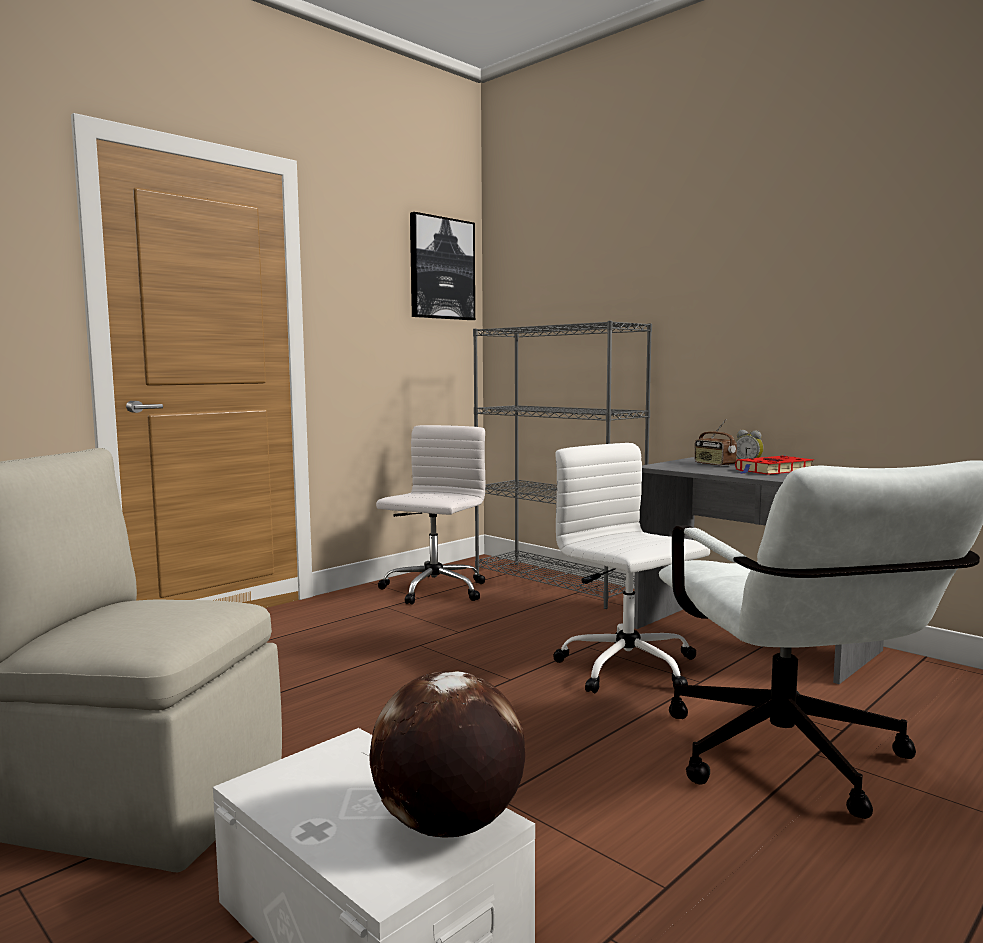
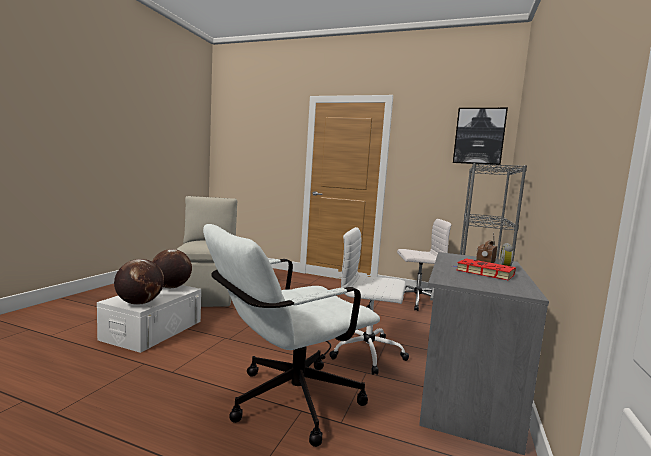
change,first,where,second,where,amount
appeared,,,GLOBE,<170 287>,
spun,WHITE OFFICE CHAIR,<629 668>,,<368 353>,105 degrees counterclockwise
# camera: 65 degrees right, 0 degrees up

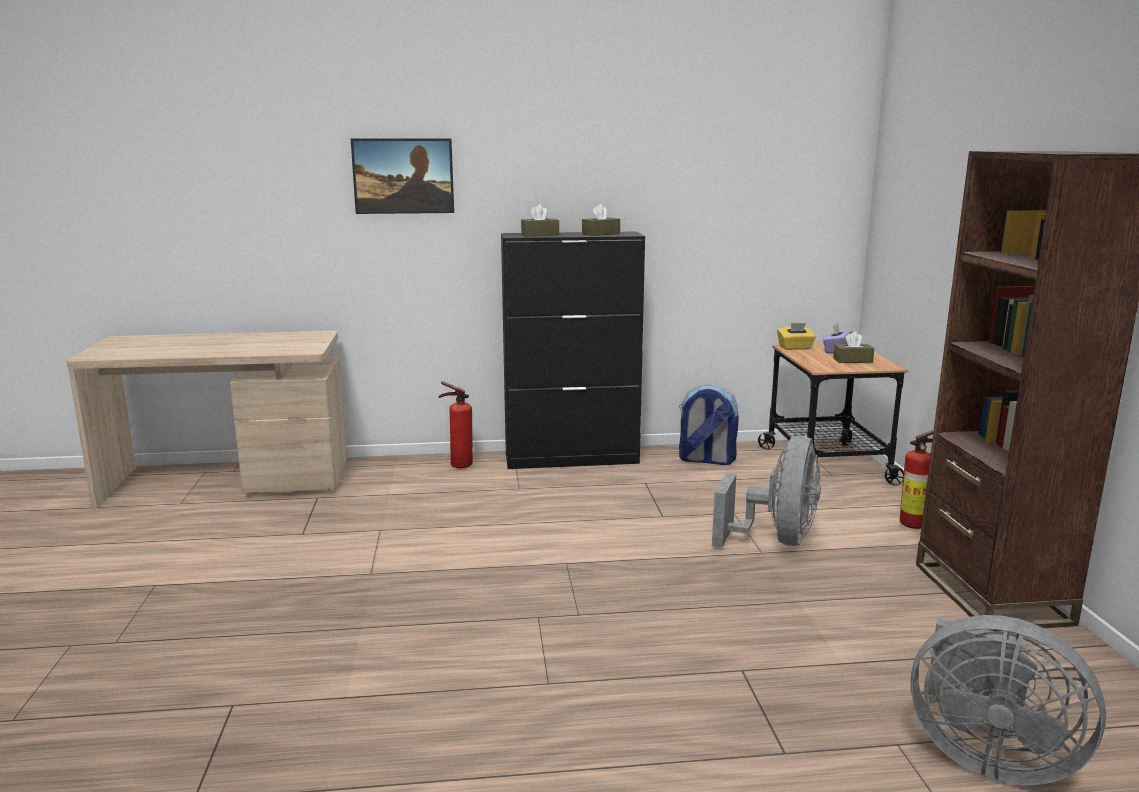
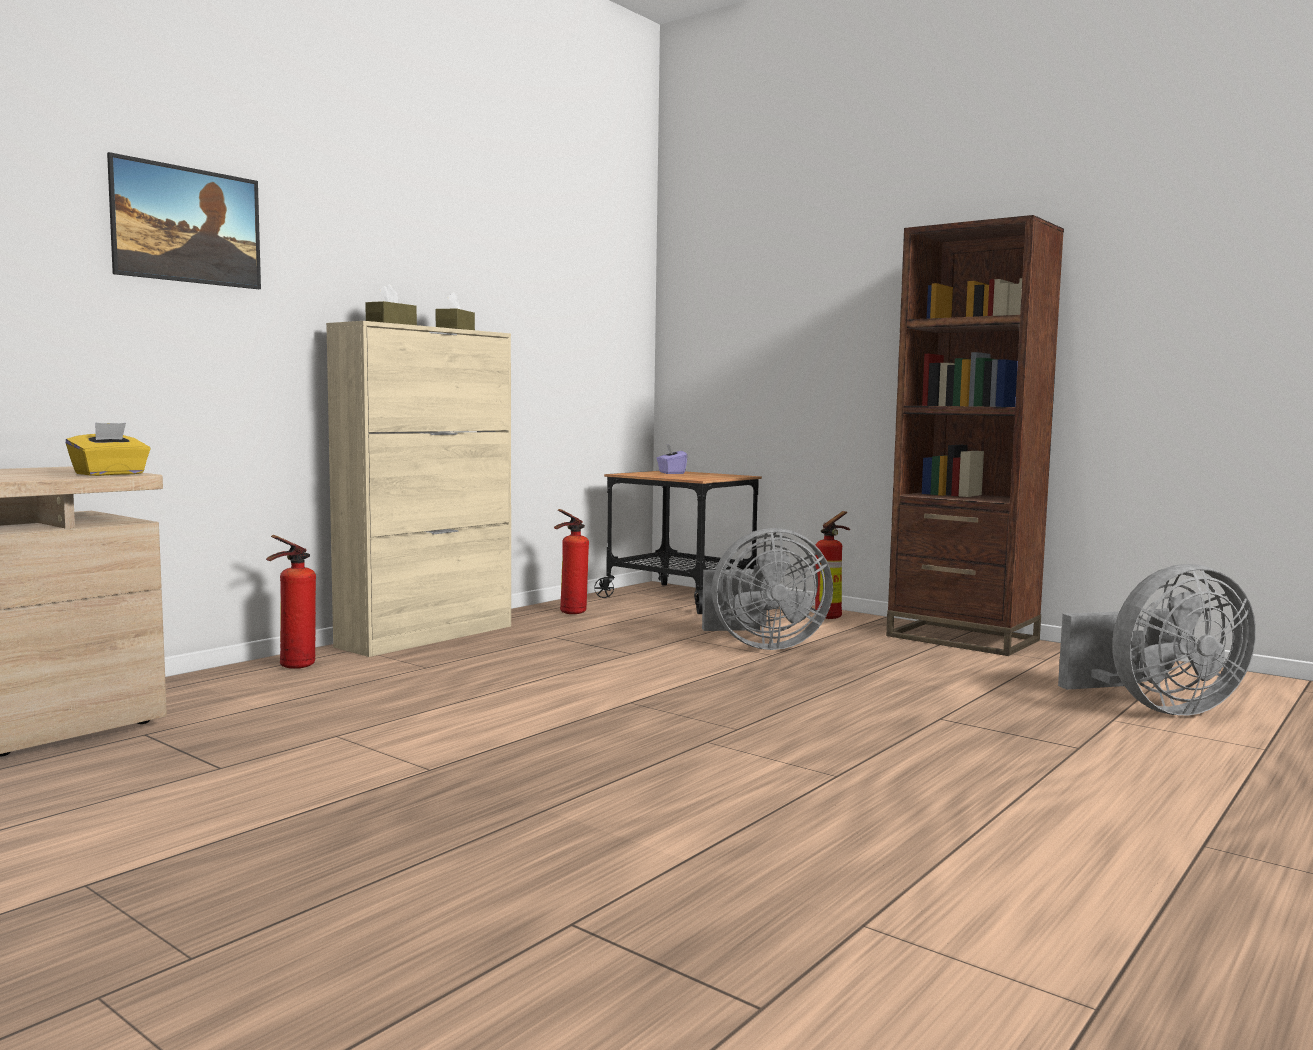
change,first,where,second,where,amount
missing,BROWN TISSUE BOX,<852 360>,,,
relocated,YELLOW TISSUE BOX,<795 348>,,<110 474>,
exchanged,BACKPACK,<705 460>,FIRE EXTINGUISHER,<569 613>,
colour,BLACK CABINET,<572 459>,BEIGE CABINET,<428 636>,
spun,GREY FAN,<776 540>,,<762 645>,105 degrees clockwise
# camera: 45 degrees left, 10 degrees down

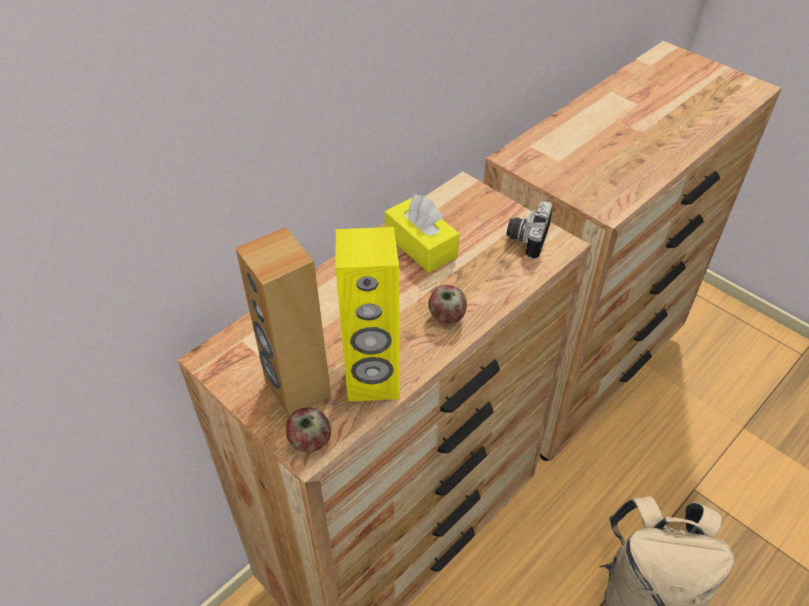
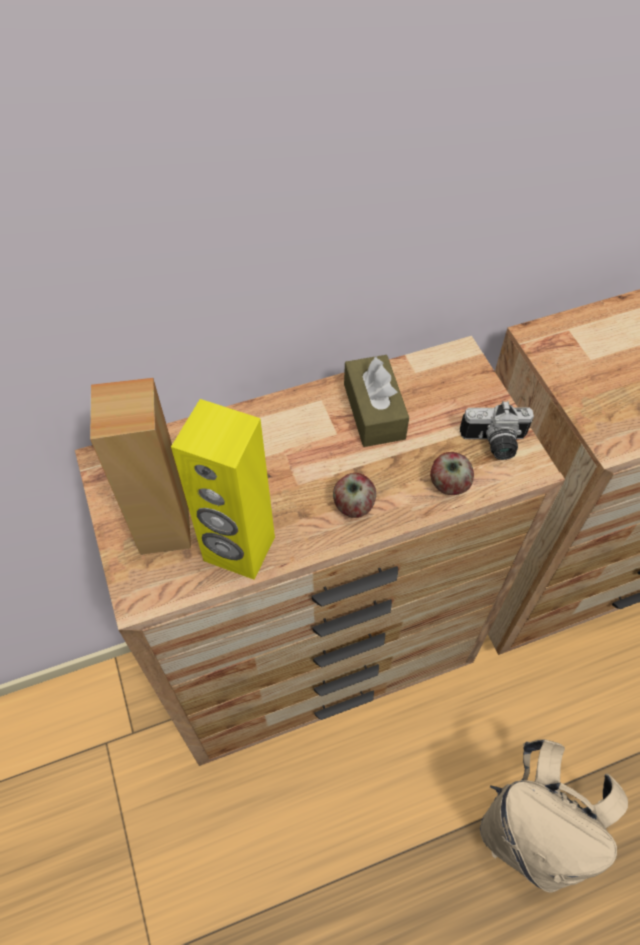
change,first,where,second,where,amount
relocated,APPLE,<310 441>,,<448 484>,
colour,YELLOW TISSUE BOX,<421 245>,BROWN TISSUE BOX,<374 411>,
spun,PHOTO CAMERA,<526 238>,,<494 444>,135 degrees counterclockwise
# camera: 25 degrees right, 10 degrees up

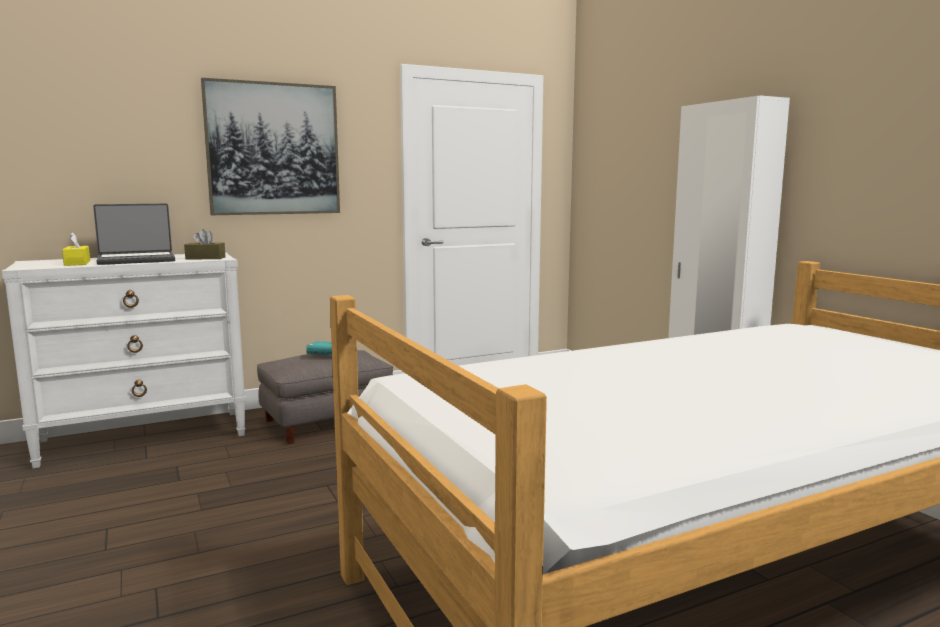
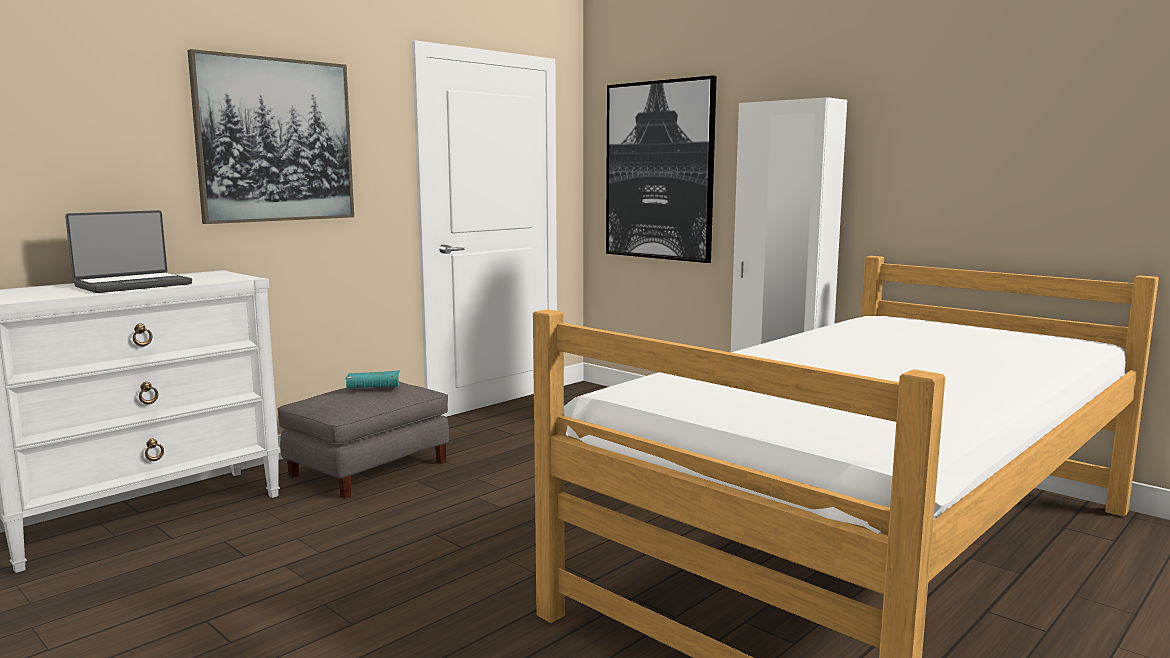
change,first,where,second,where,amount
missing,YELLOW TISSUE BOX,<77 263>,,,
missing,BROWN TISSUE BOX,<205 258>,,,
appeared,,,PICTURE,<659 171>,
# camera: 20 degrees left, 0 degrees up

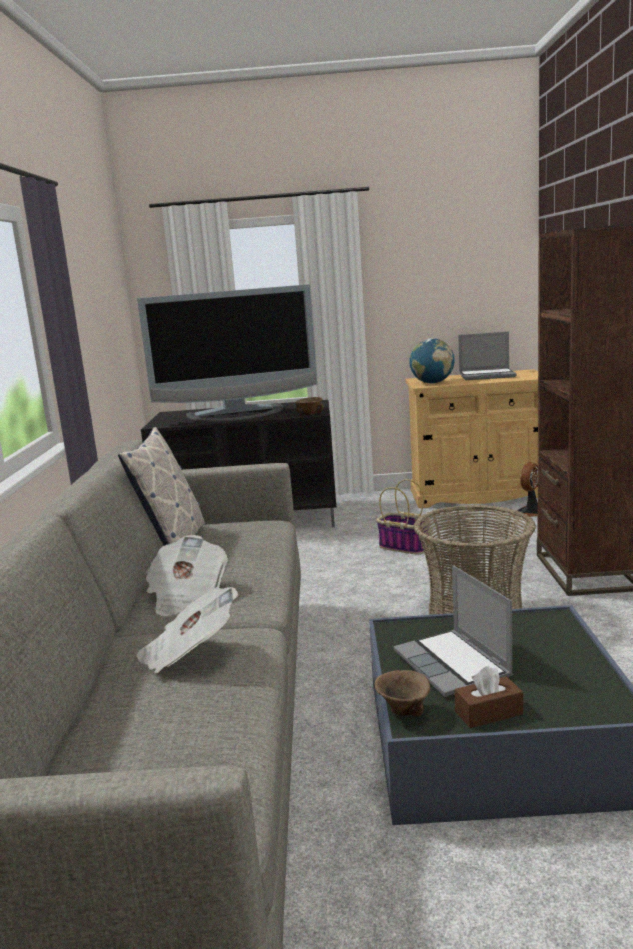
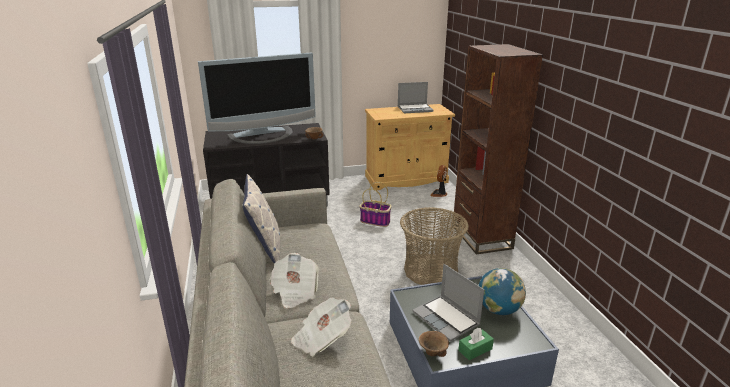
change,first,where,second,where,amount
relocated,GLOBE,<432 383>,,<498 310>,
colour,BROWN TISSUE BOX,<488 713>,GREEN TISSUE BOX,<475 349>,
# camera: 15 degrees left, 10 degrees up

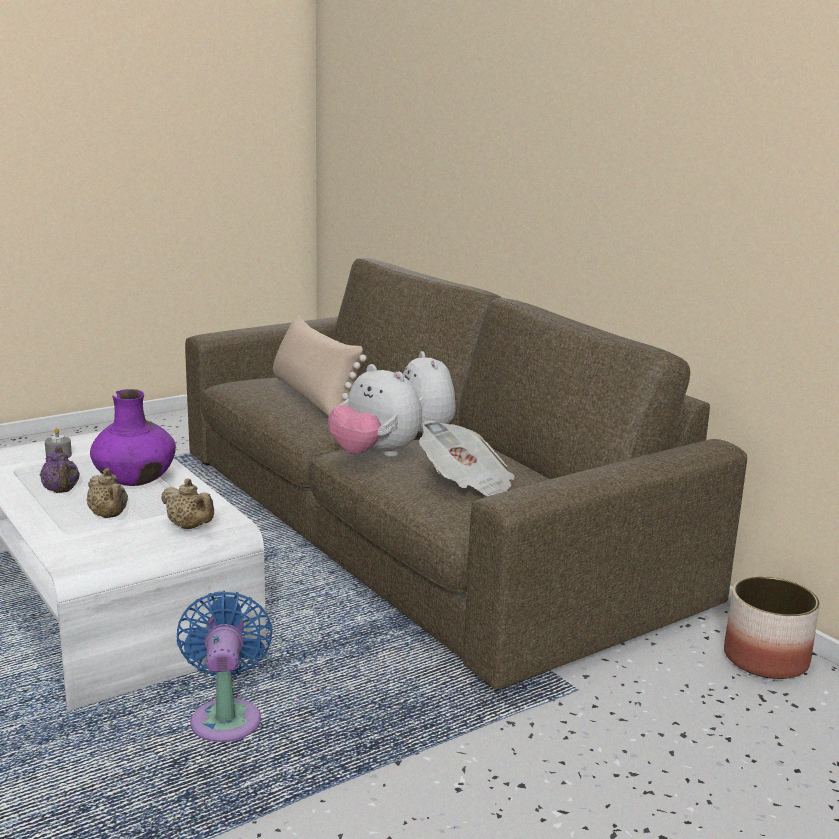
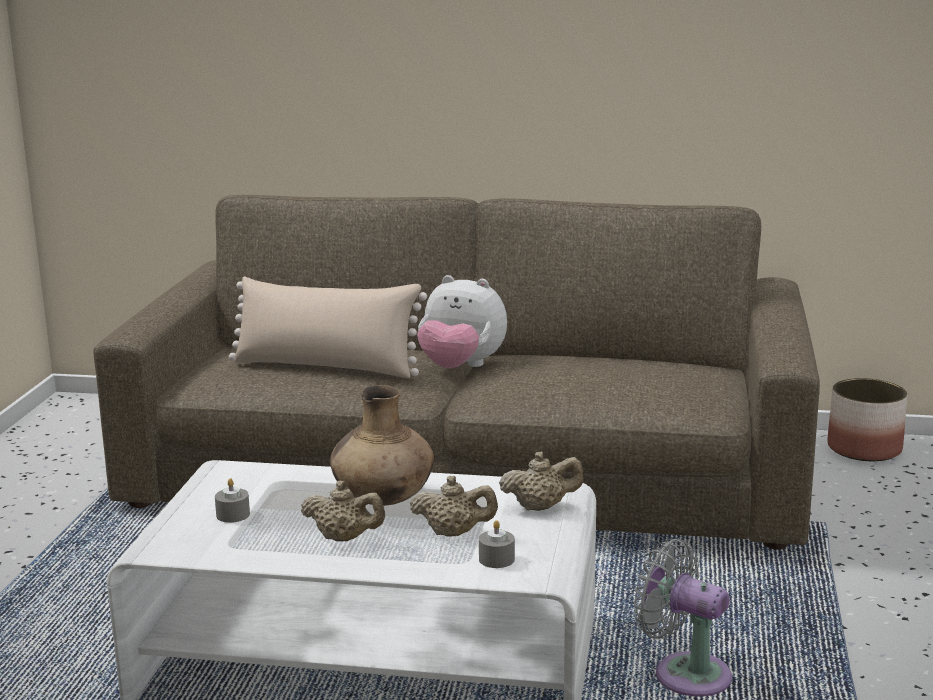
change,first,where,second,where,amount
missing,PLUSH TOY,<374 455>,,,
missing,NEWSPAPER,<467 486>,,,
appeared,,,GREY CANDLE,<496 559>,
colour,PURPLE TEAPOT,<61 491>,BEIGE TEAPOT,<344 538>,
colour,PURPLE VASE,<135 482>,BROWN VASE,<383 500>,
colour,BLUE FAN,<226 717>,GREY FAN,<685 673>,
# camera: 45 degrees left, 0 degrees up

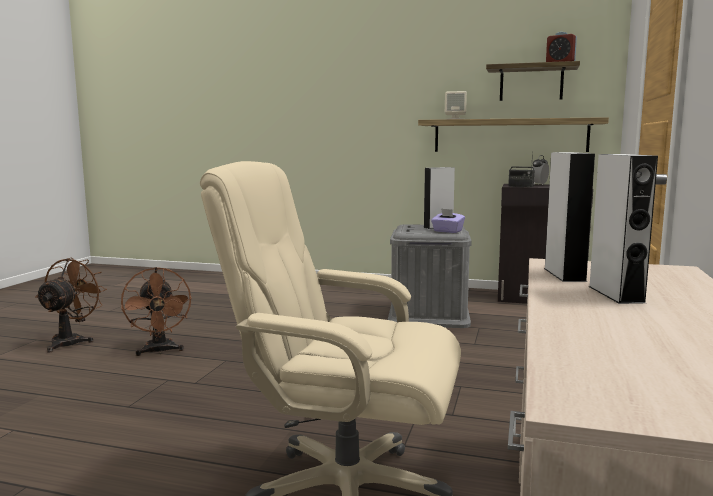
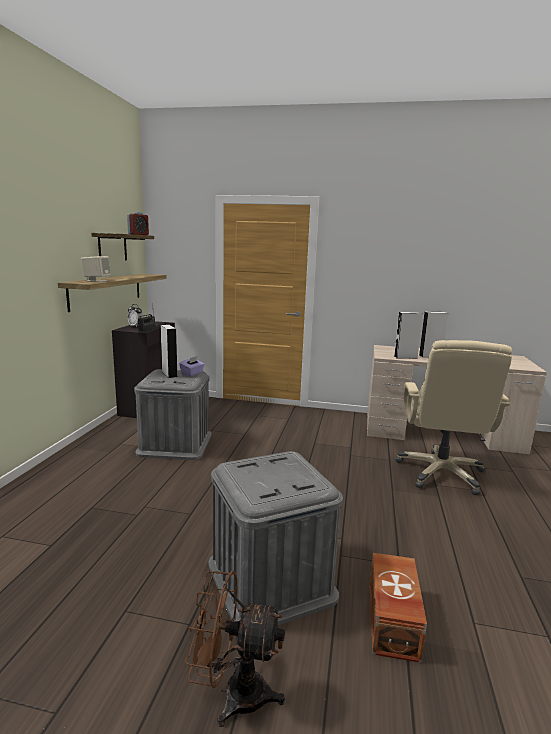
change,first,where,second,where,amount
appeared,,,BROWN STORAGE BOX,<391 621>,
exchanged,BROWN FAN,<160 351>,GREY STORAGE BOX,<270 580>,
# camera: 95 degrees left, 5 degrees up

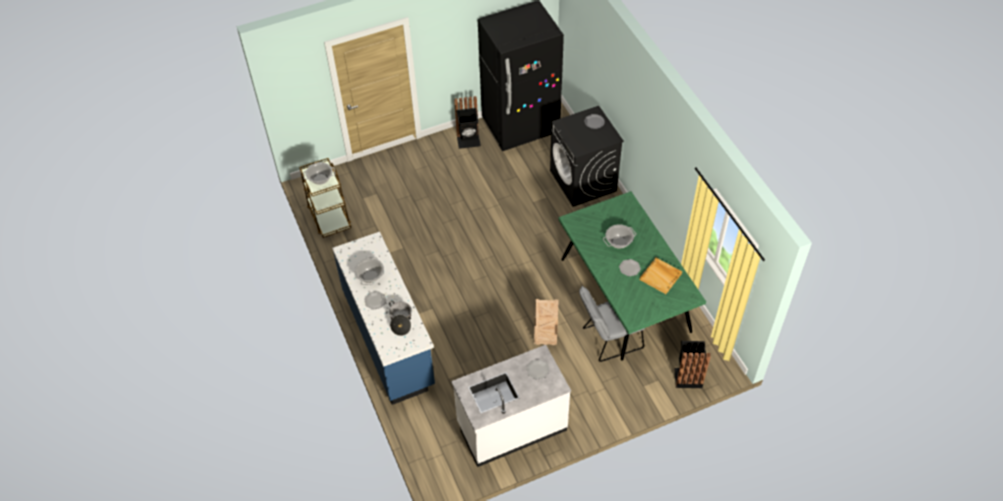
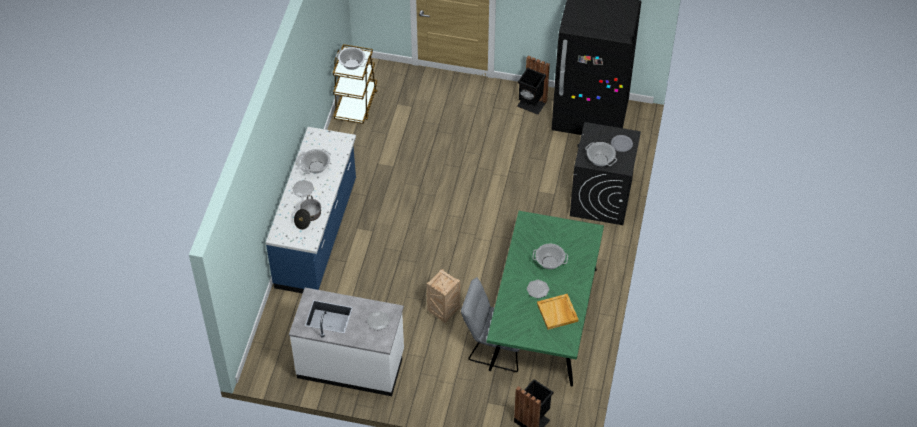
change,first,where,second,where,amount
appeared,,,COOKING POT,<600 160>,
# camera: 35 degrees right, 0 degrees up

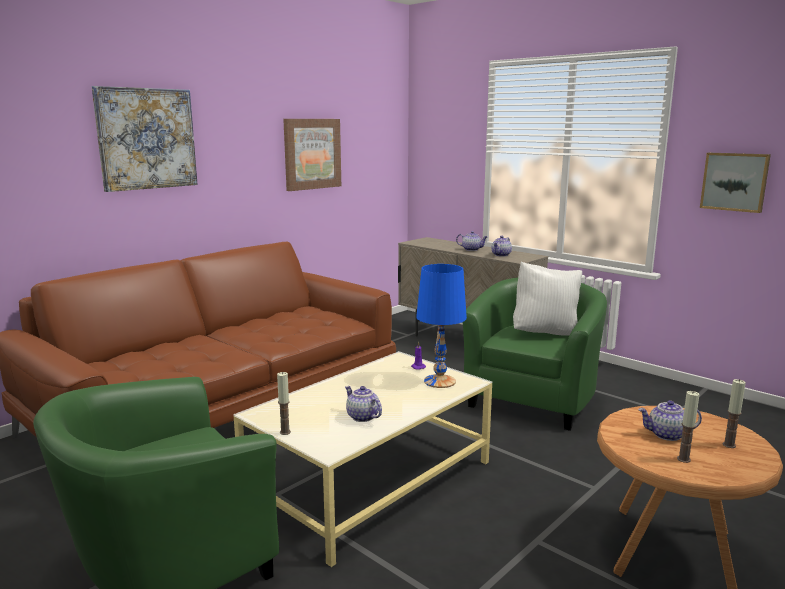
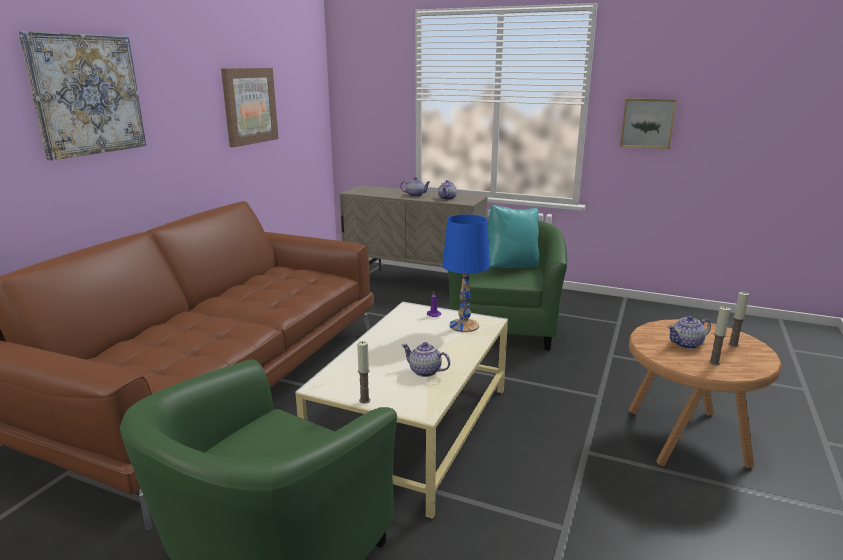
change,first,where,second,where,amount
colour,WHITE PILLOW,<545 333>,TURQUOISE PILLOW,<511 267>,
# camera: 20 degrees left, 5 degrees up

